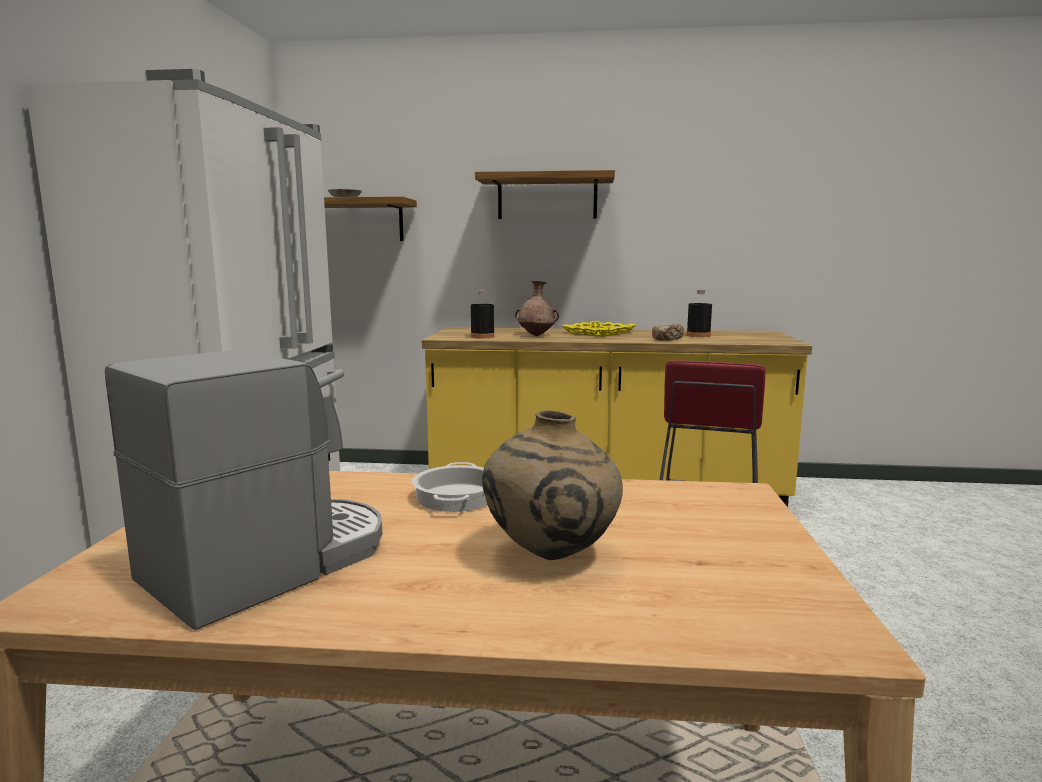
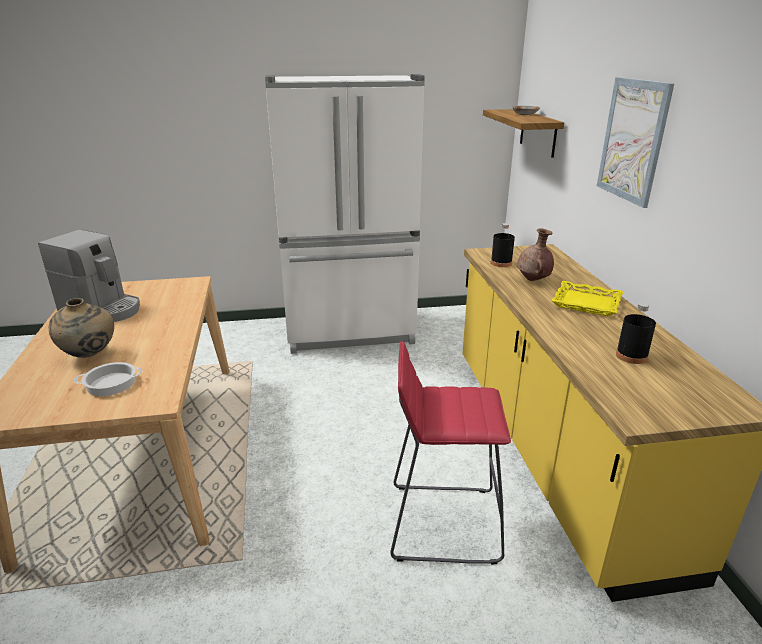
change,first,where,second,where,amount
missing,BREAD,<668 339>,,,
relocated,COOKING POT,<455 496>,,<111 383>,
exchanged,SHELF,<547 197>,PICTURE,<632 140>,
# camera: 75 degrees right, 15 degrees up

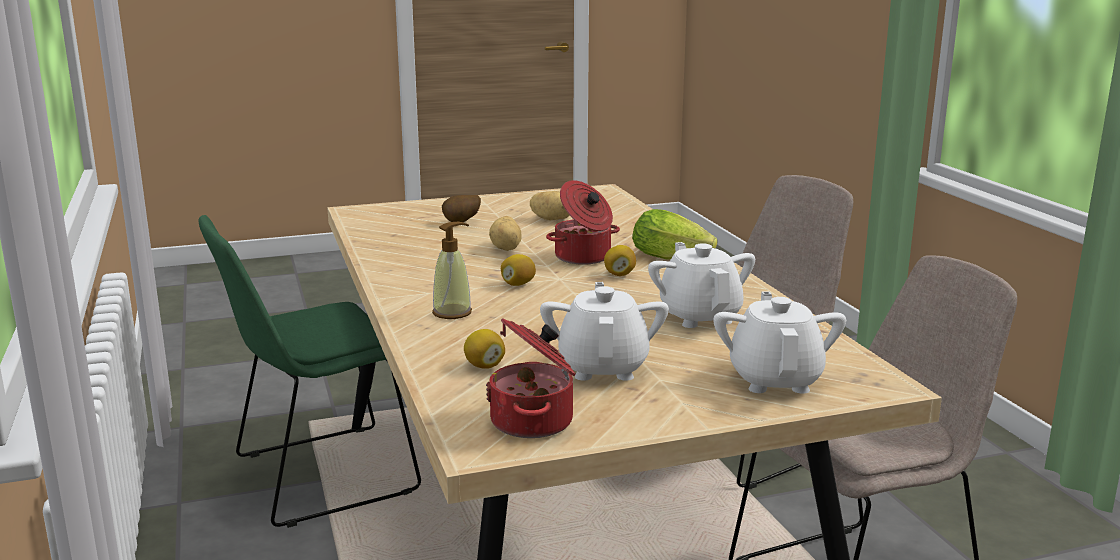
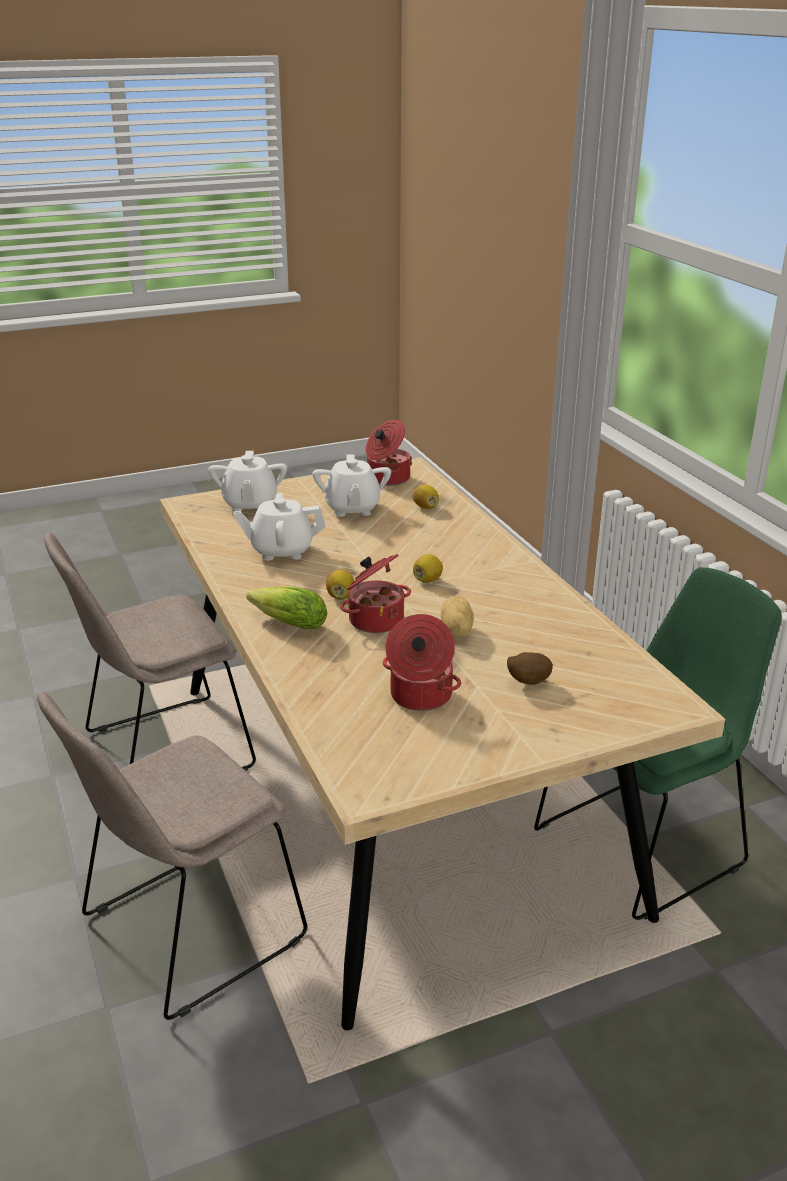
change,first,where,second,where,amount
missing,SOAP DISPENSER,<452 313>,,,
exchanged,POTATO,<553 219>,COOKING POT,<419 696>,
spun,WHITE TEAPOT,<700 316>,,<281 551>,105 degrees clockwise
# camera: 175 degrees right, 10 degrees up

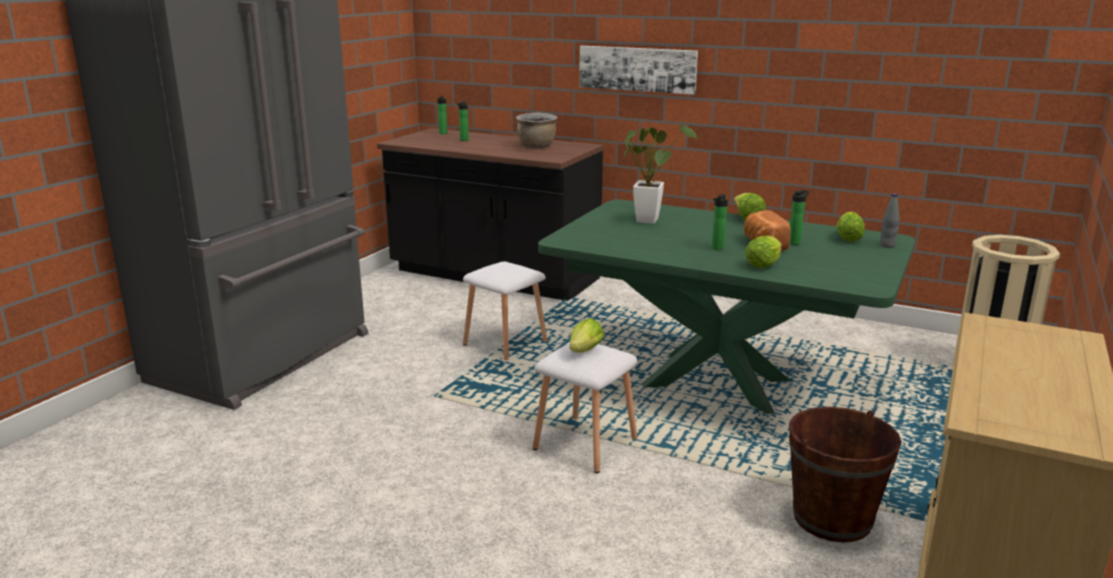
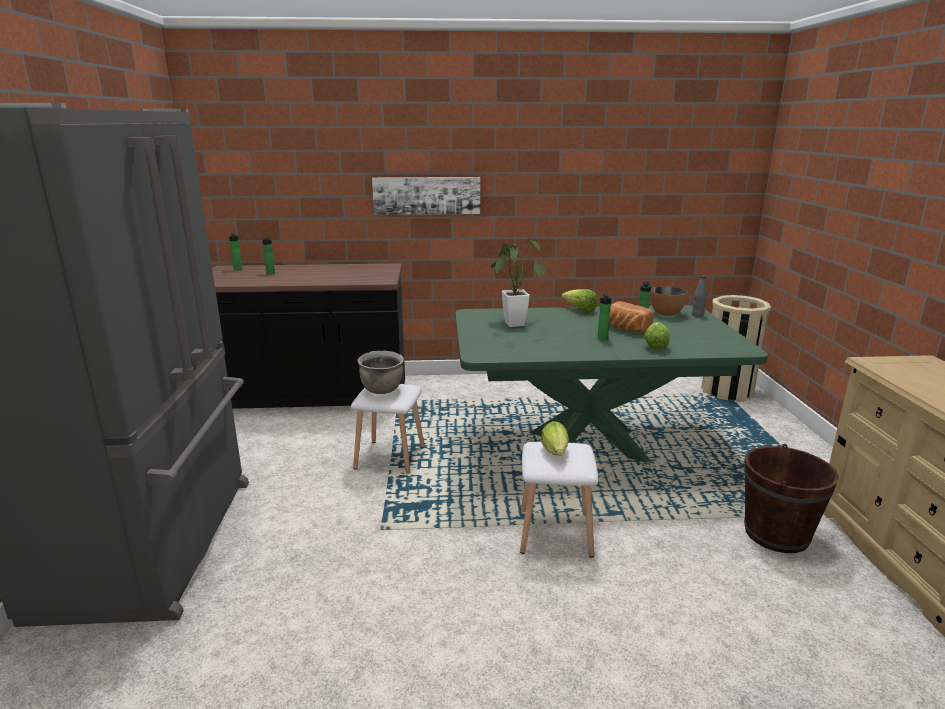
change,first,where,second,where,amount
relocated,BROWN COOKING POT,<537 147>,,<382 389>,
exchanged,LETTUCE,<847 238>,BOWL,<666 314>,
# camera: 30 degrees left, 0 degrees up

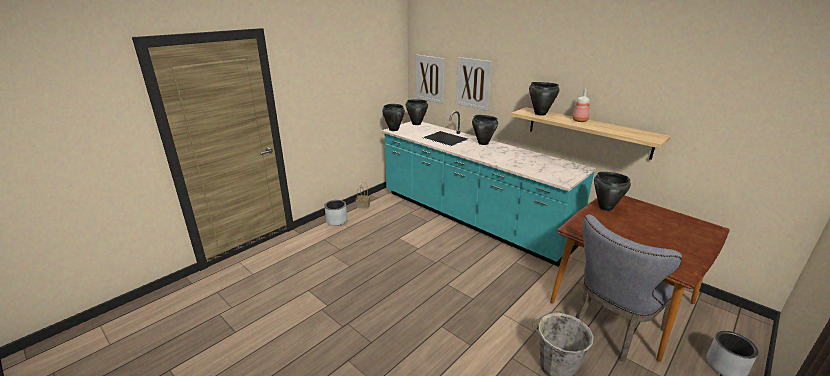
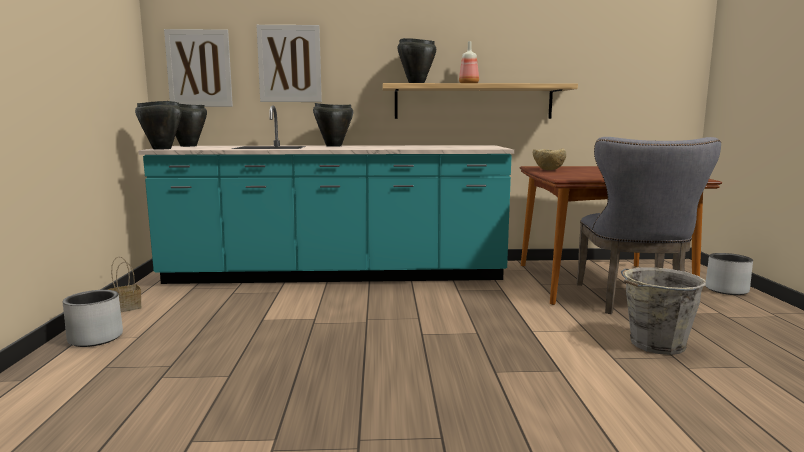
change,first,where,second,where,amount
exchanged,BLACK COOKING POT,<605 207>,BEIGE BOWL,<548 170>,
# camera: 45 degrees left, 15 degrees down

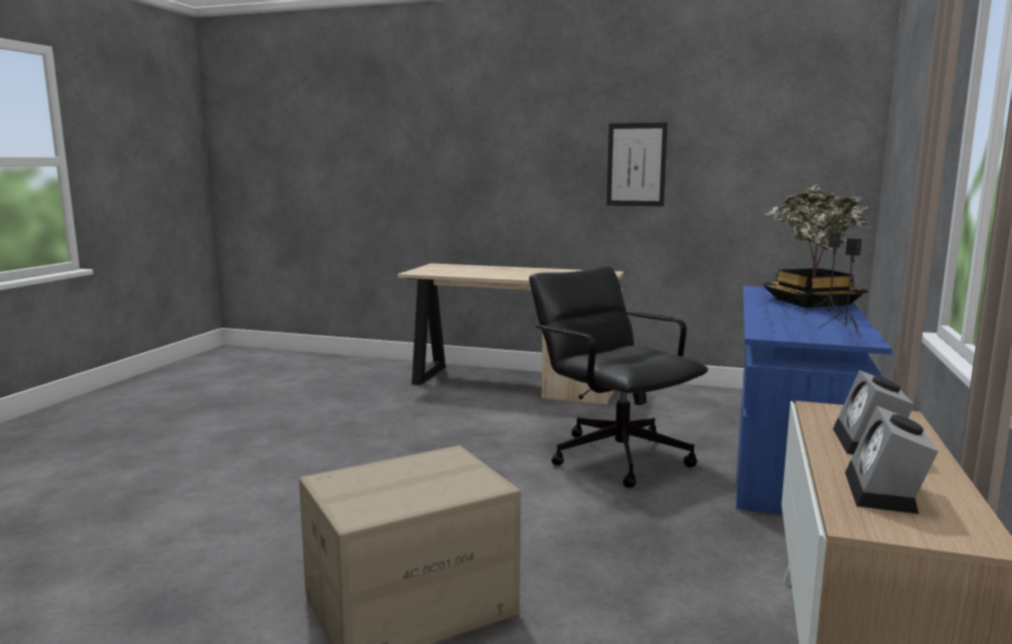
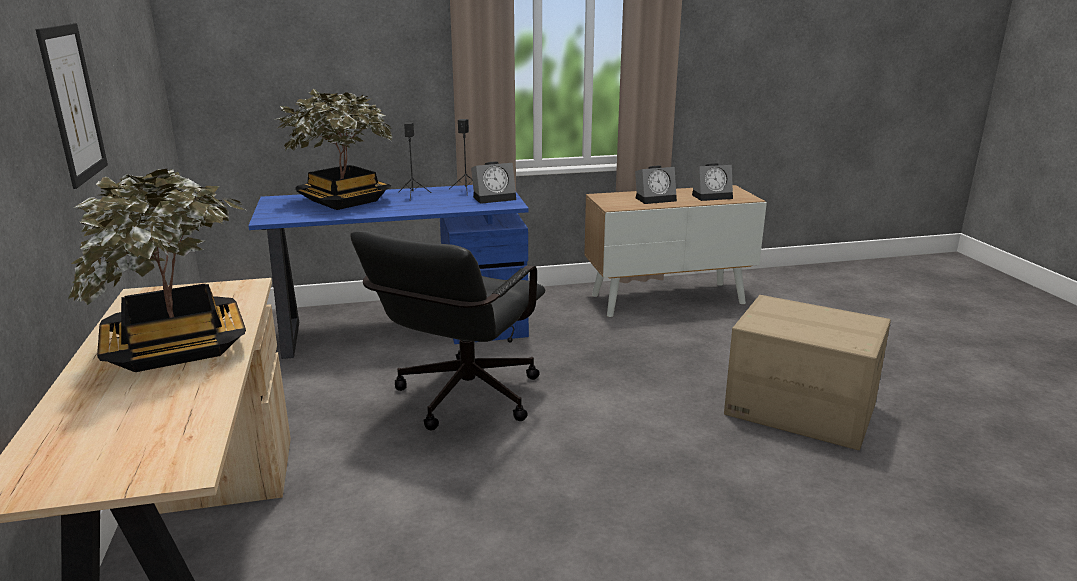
change,first,where,second,where,amount
appeared,,,POTTED PLANT,<177 348>,
appeared,,,ALARM CLOCK,<495 198>,
# camera: 120 degrees left, 10 degrees up

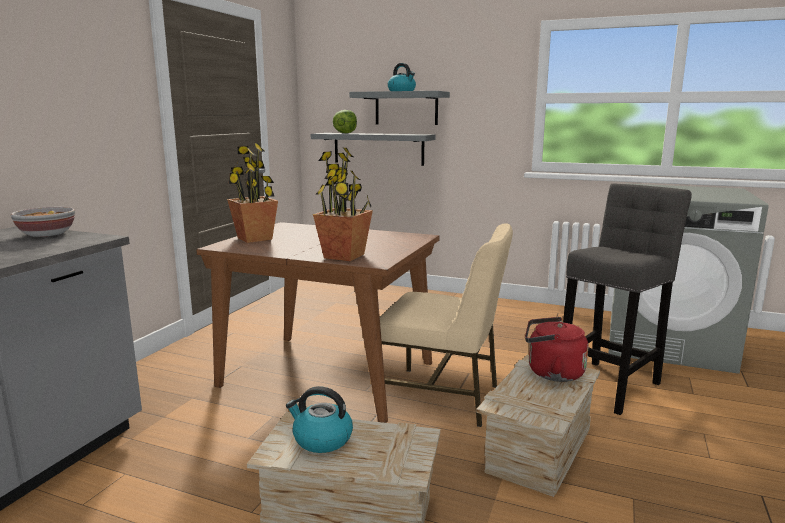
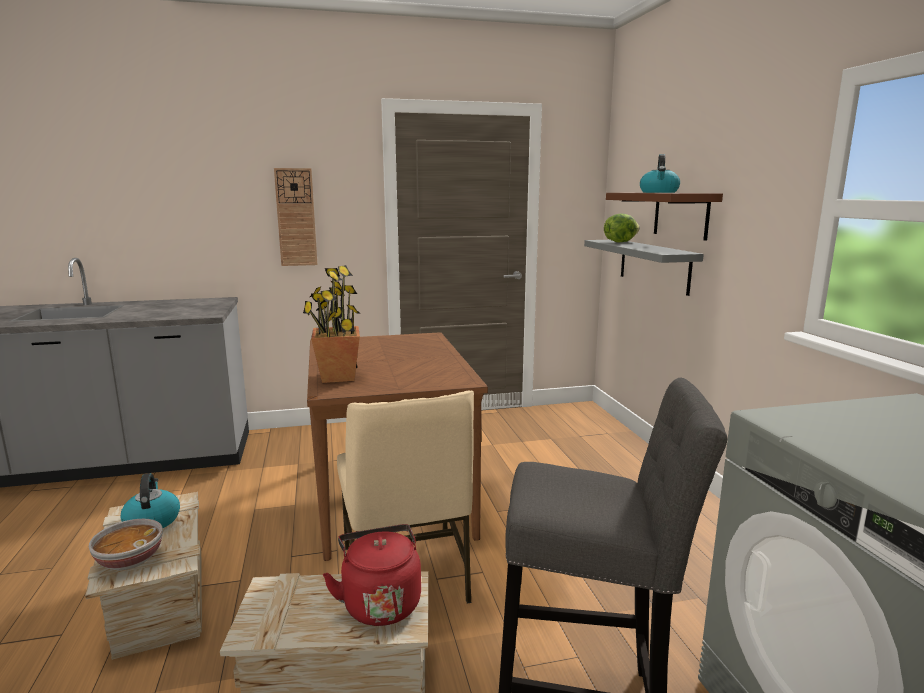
change,first,where,second,where,amount
missing,POTTED PLANT,<255 238>,,,
appeared,,,WALL CLOCK,<296 217>,
relocated,BOWL,<46 234>,,<129 560>,
colour,GREY SHELF,<406 108>,BROWN SHELF,<681 215>,
# camera: 55 degrees right, 0 degrees up

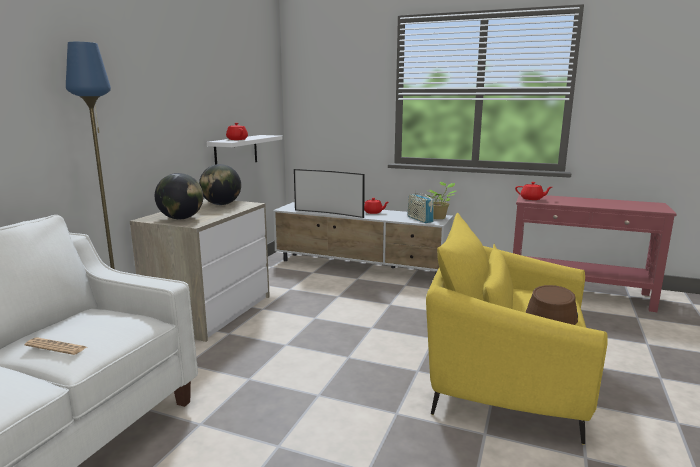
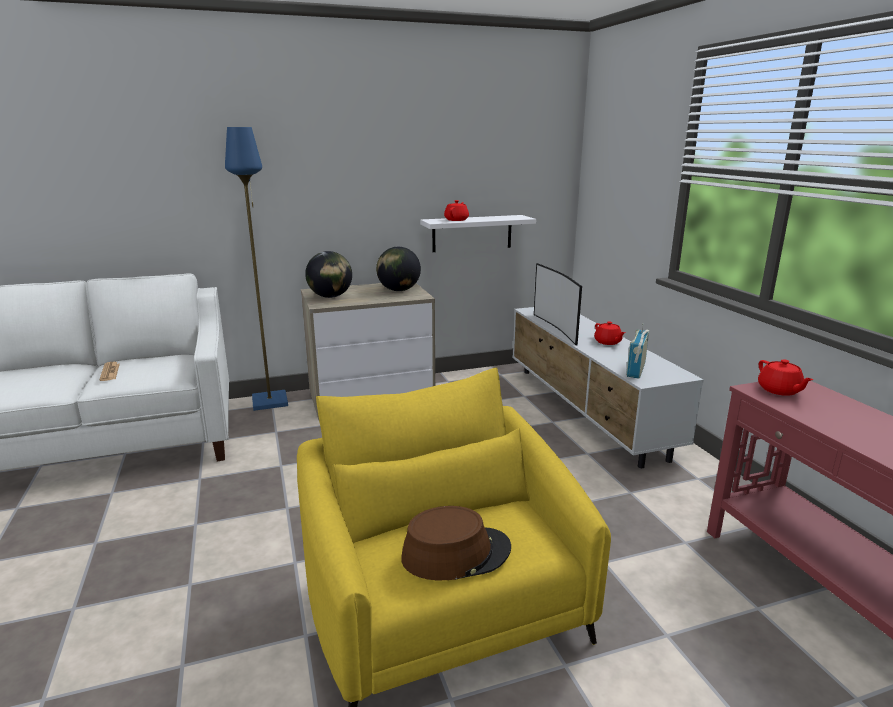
change,first,where,second,where,amount
missing,POTTED PLANT,<439 217>,,,
# camera: 50 degrees right, 5 degrees up

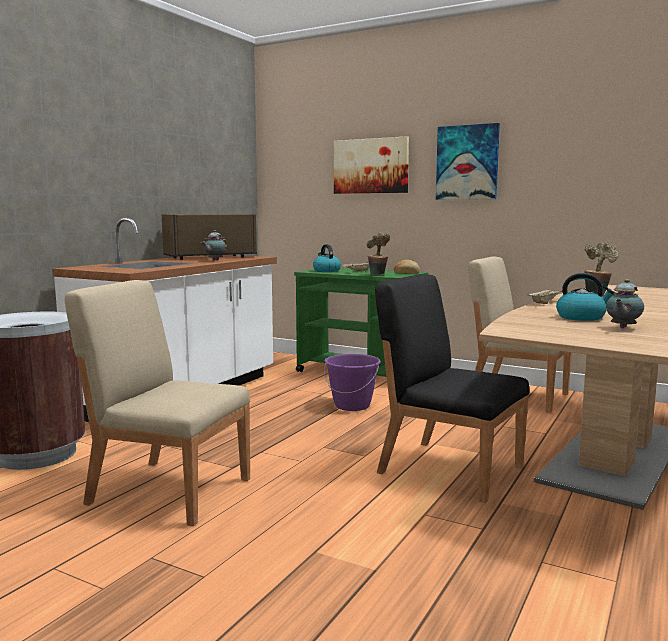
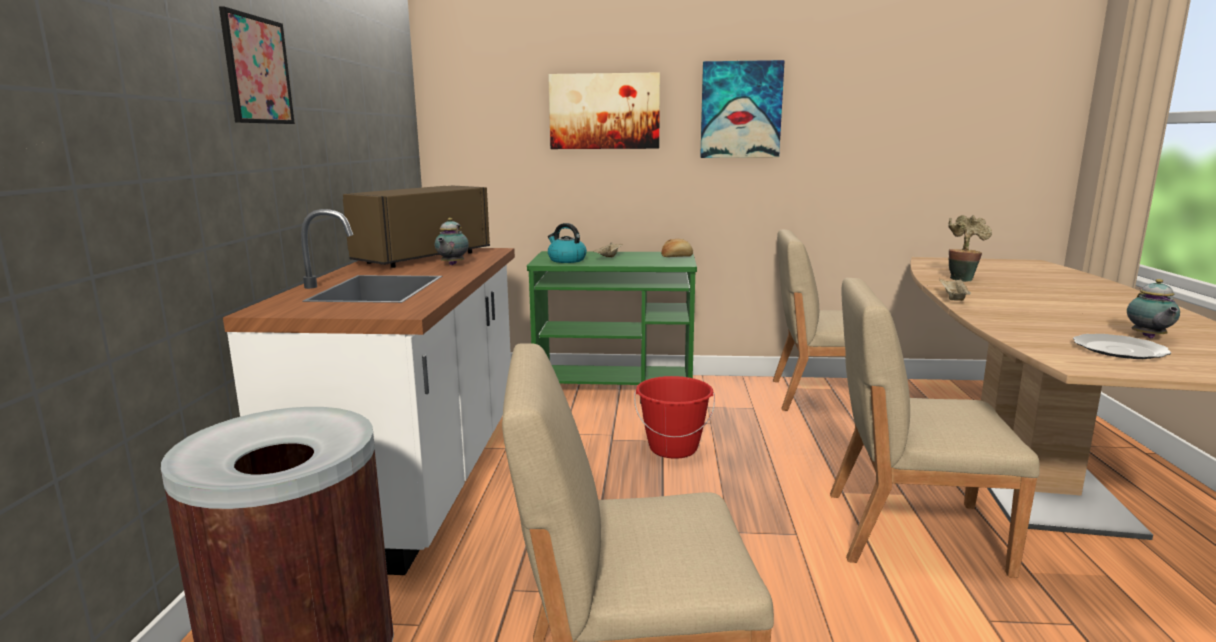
change,first,where,second,where,amount
missing,POTTED PLANT,<378 275>,,,
missing,KETTLE,<581 317>,,,
appeared,,,PICTURE,<257 70>,
appeared,,,PLATE,<1120 350>,
colour,PURPLE BUCKET,<352 405>,RED BUCKET,<673 448>,
colour,BLACK CHAIR,<449 469>,BEIGE CHAIR,<910 530>,
# camera: 25 degrees left, 5 degrees up

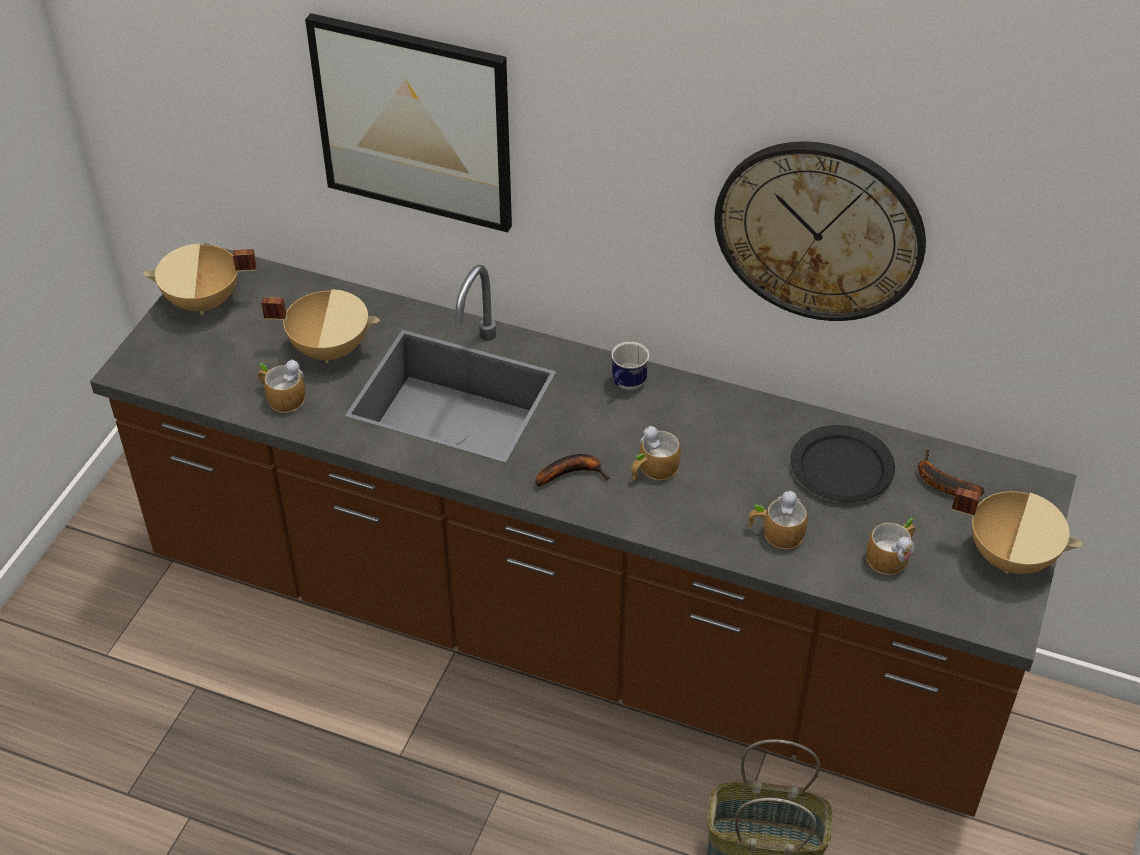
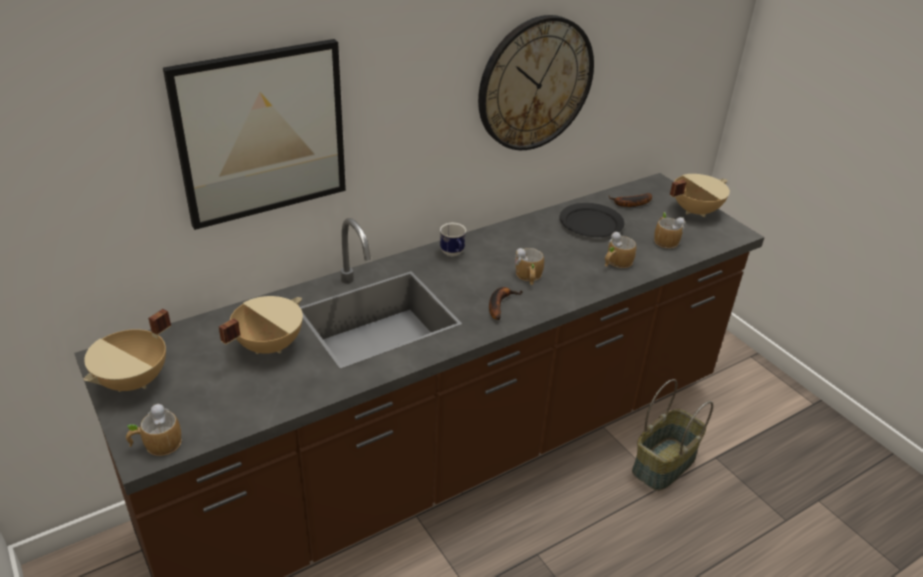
change,first,where,second,where,amount
relocated,MUG,<281 396>,,<156 444>,
# camera: 55 degrees left, 10 degrees down

